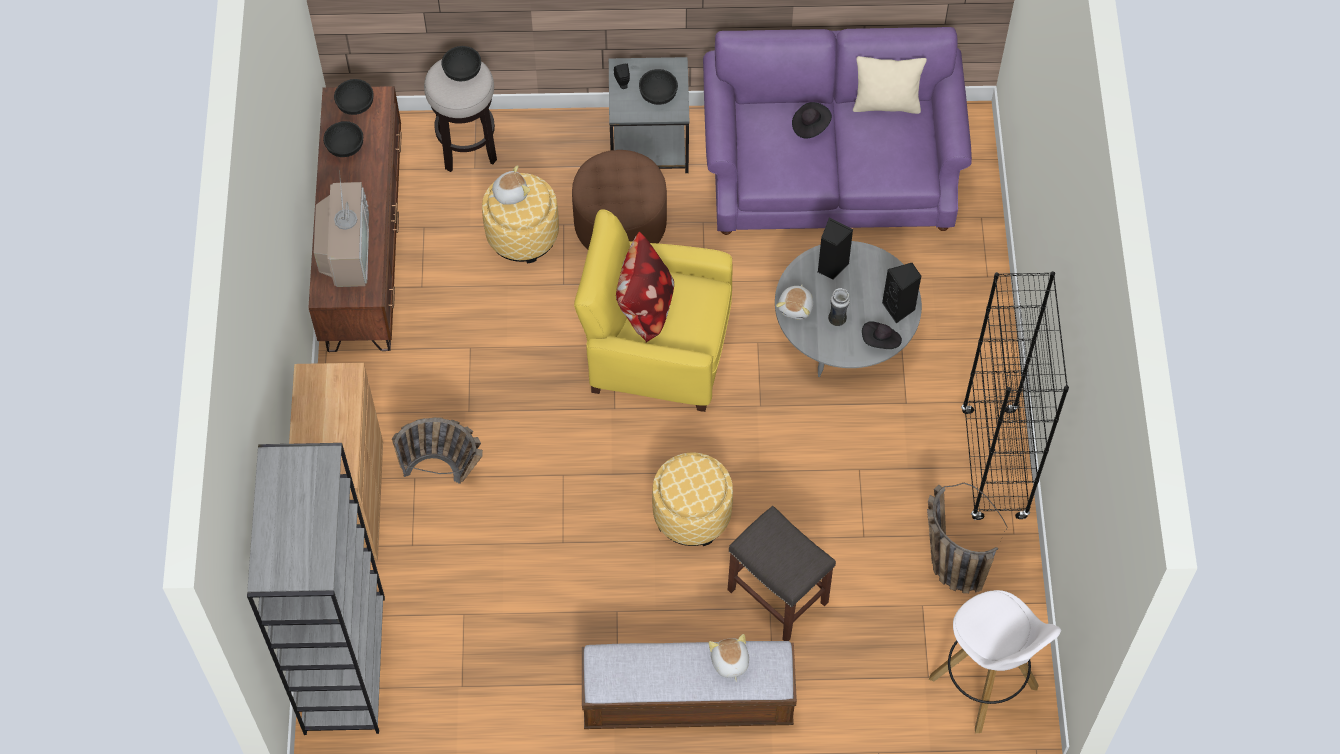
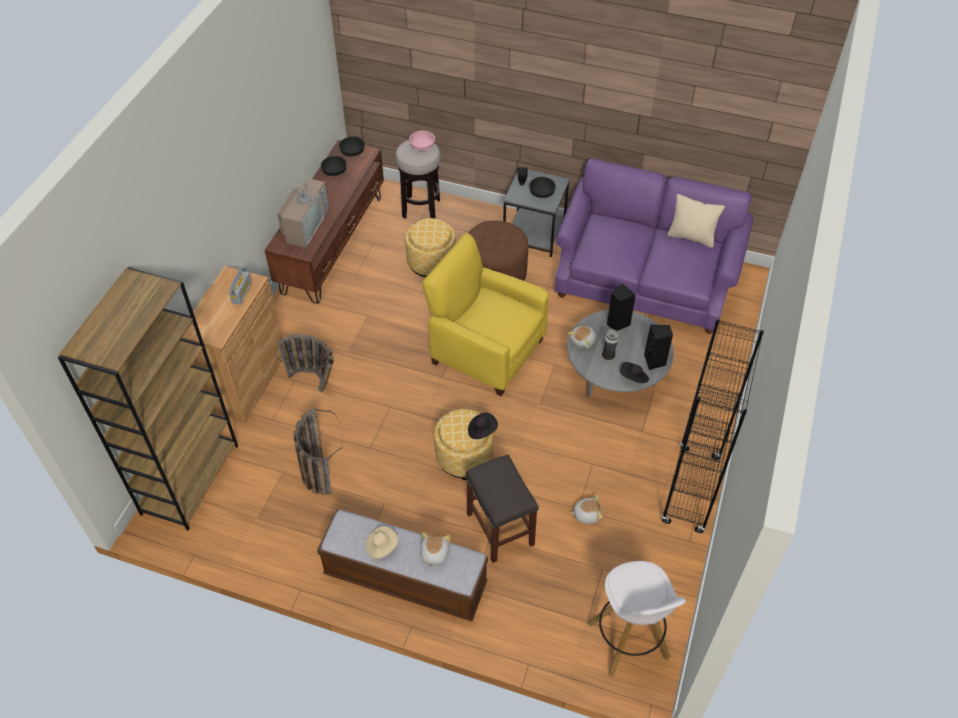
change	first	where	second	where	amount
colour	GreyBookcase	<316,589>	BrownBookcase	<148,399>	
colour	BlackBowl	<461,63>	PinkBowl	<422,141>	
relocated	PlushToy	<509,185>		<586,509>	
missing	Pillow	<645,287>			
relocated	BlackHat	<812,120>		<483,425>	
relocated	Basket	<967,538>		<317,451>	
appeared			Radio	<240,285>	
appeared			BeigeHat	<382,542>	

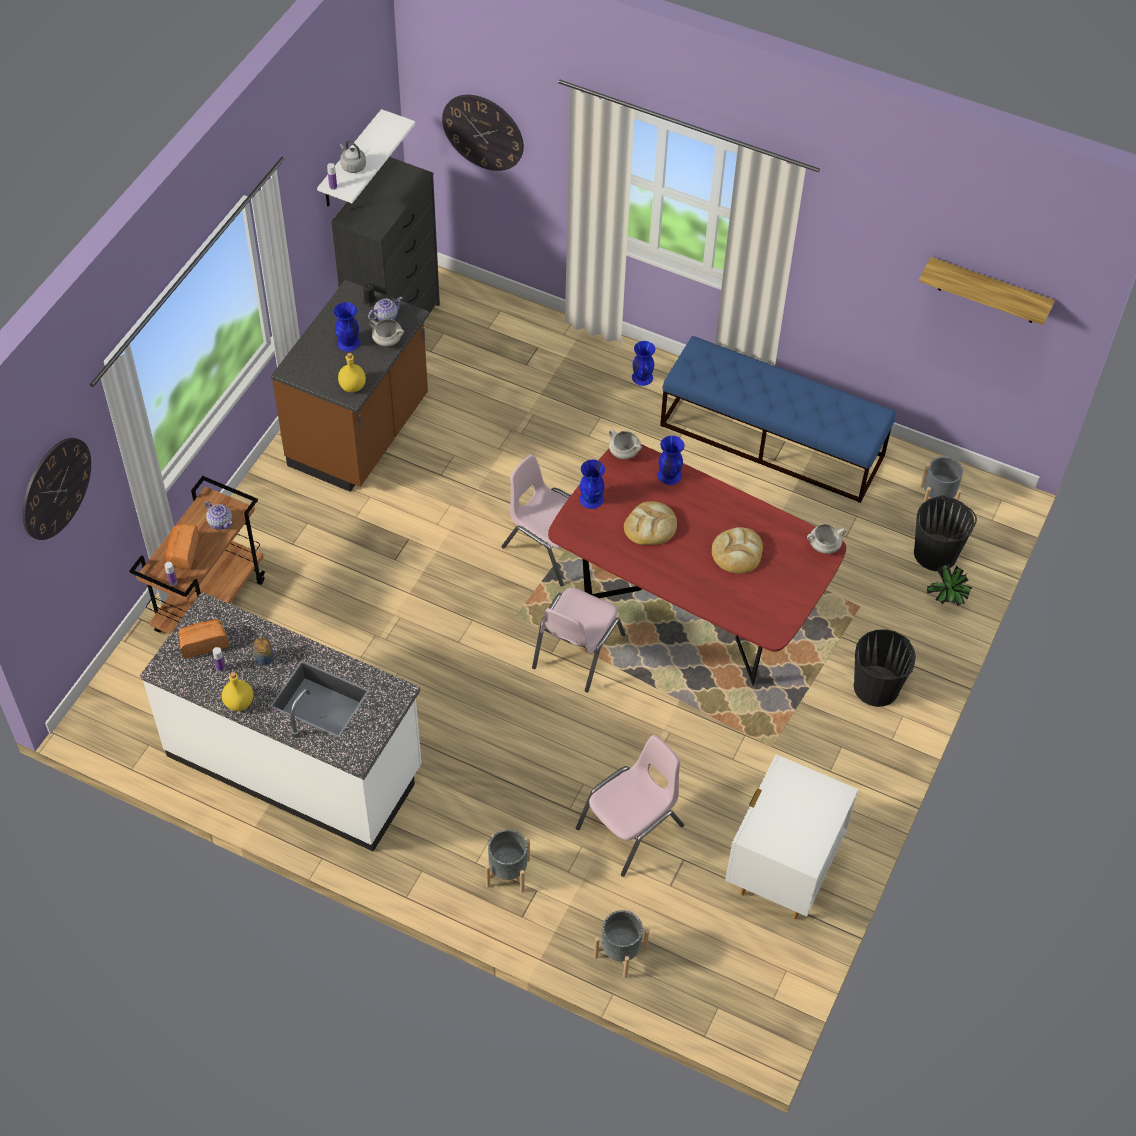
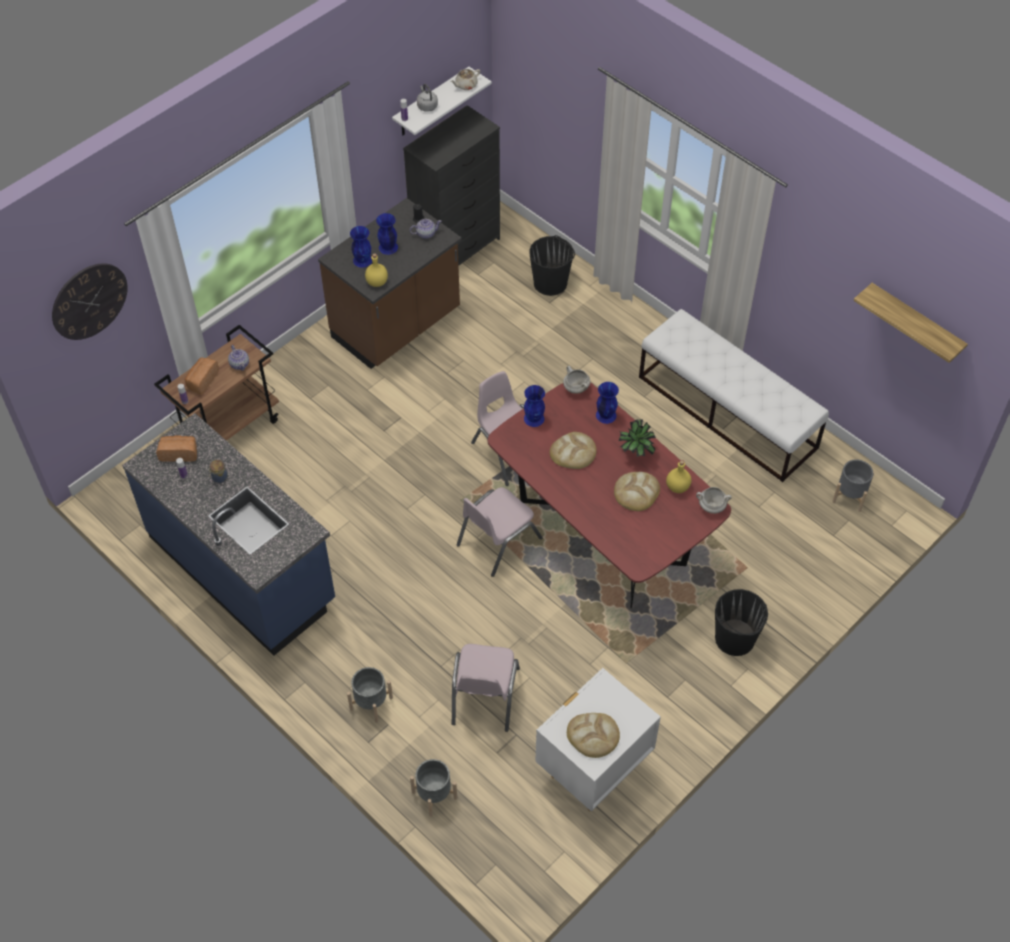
change	first	where	second	where	amount
colour	WhiteCounter	<281,721>	BlueCounter	<228,534>	
relocated	YellowBottle	<238,691>		<679,476>	
missing	WhiteCookingPot	<386,333>			
missing	WallClock	<483,133>			
spun	PinkChair	<630,806>		<486,688>	120 degrees clockwise
relocated	BlueVase	<643,363>		<361,247>	
colour	BlueBench	<777,419>	WhiteBench	<734,395>	
relocated	BlackBucket	<945,533>		<552,265>	
relocated	PottedPlant	<950,585>		<637,438>	
appeared			BeigeTeapot	<465,79>	
appeared			Bread	<593,735>	

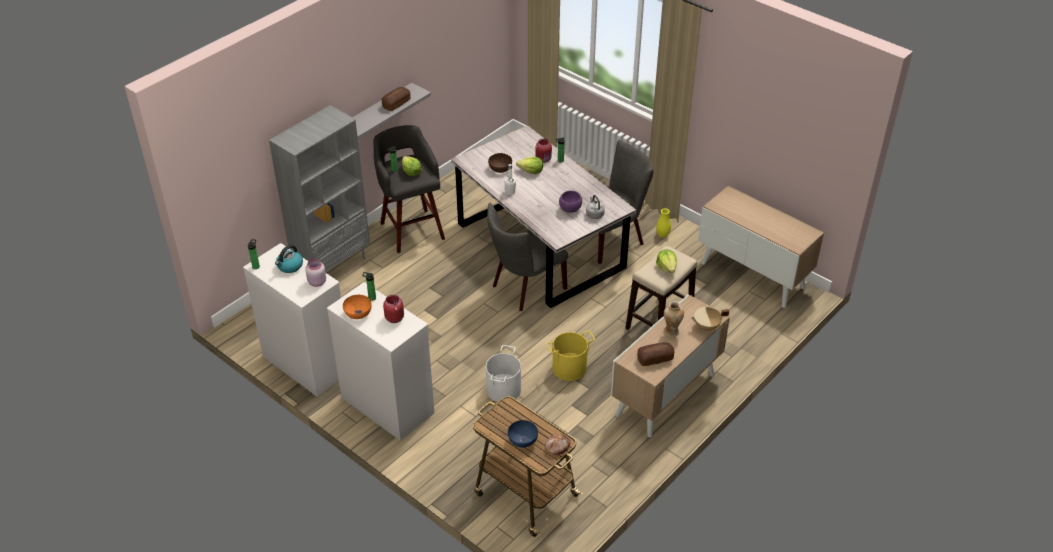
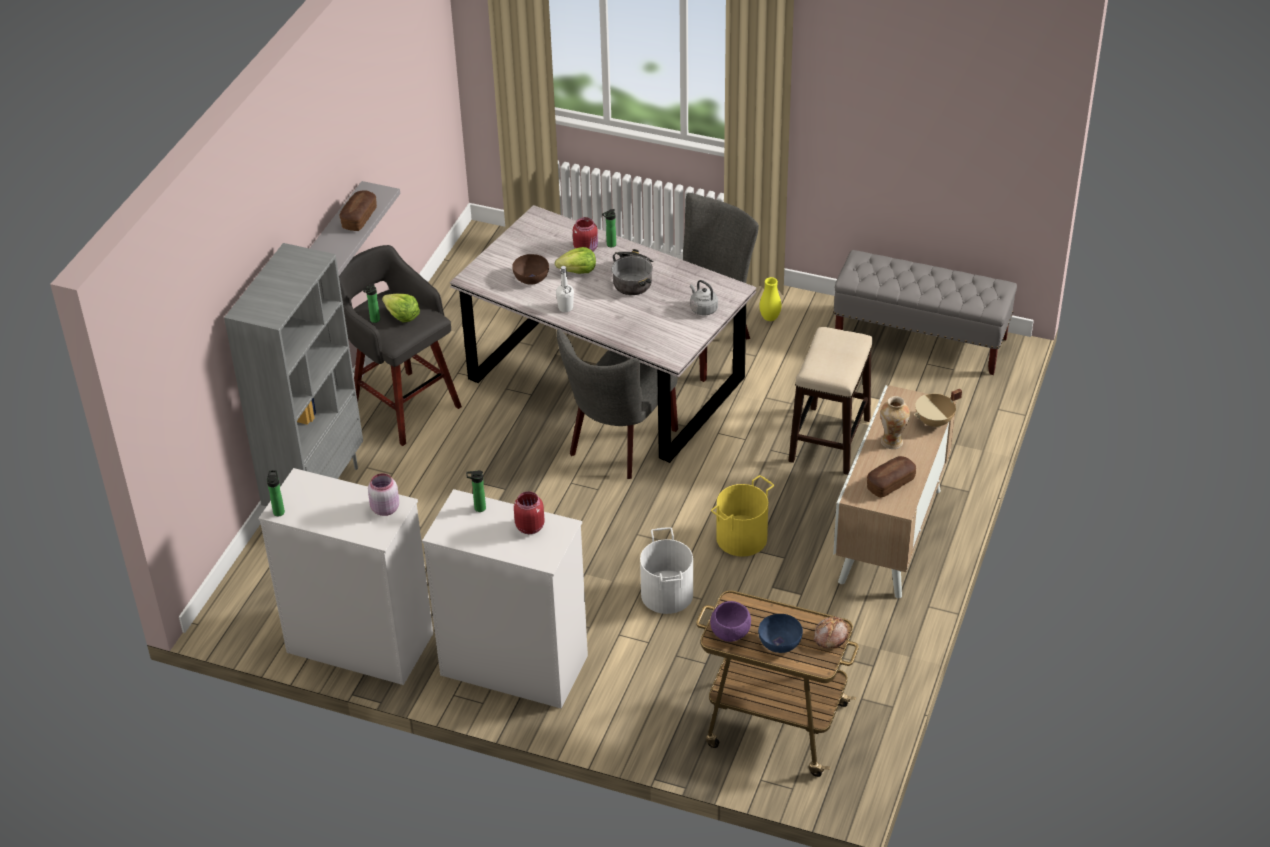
change	first	where	second	where	amount
missing	Kettle	<289,259>			
missing	OrangeBowl	<357,307>			
relocated	PurpleBowl	<570,202>		<730,621>	
missing	Lettuce	<666,261>			
exchanged	Cabinet	<761,247>	GreyBench	<925,312>	
appeared			CookingPot	<632,272>	

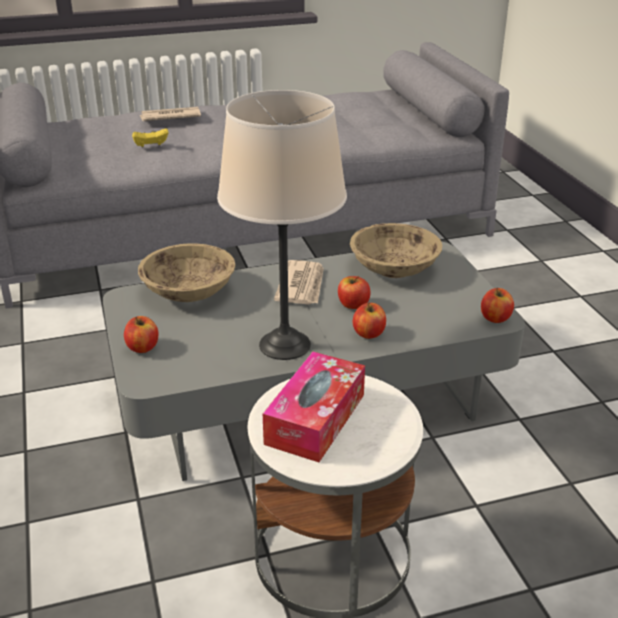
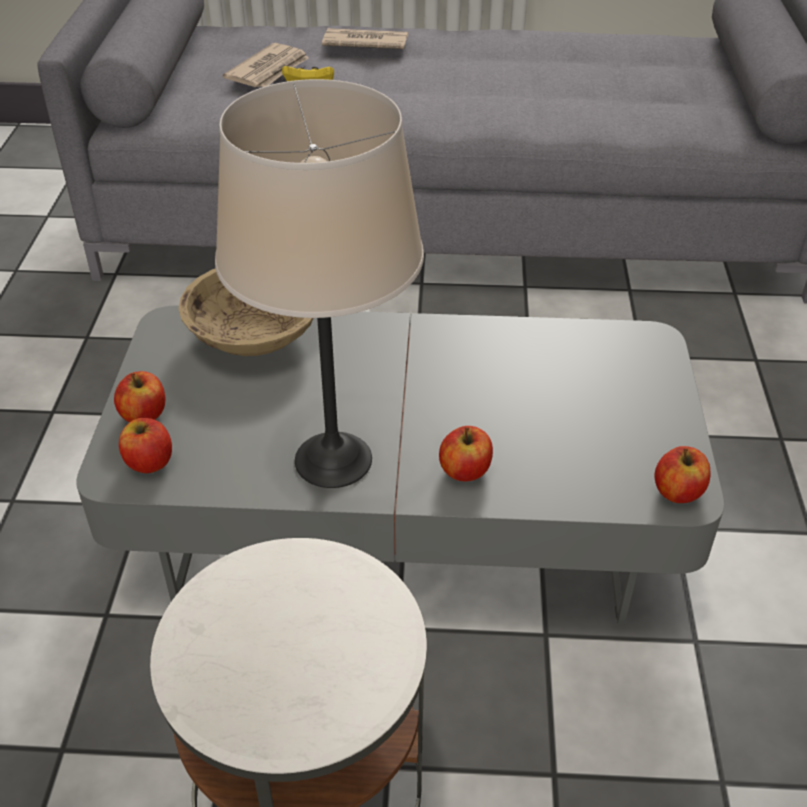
change	first	where	second	where	amount
missing	TissueBox	<314,407>			
relocated	Newspaper	<299,282>		<266,65>	
relocated	Apple	<354,292>		<145,445>	
missing	BeigeBowl	<396,250>			

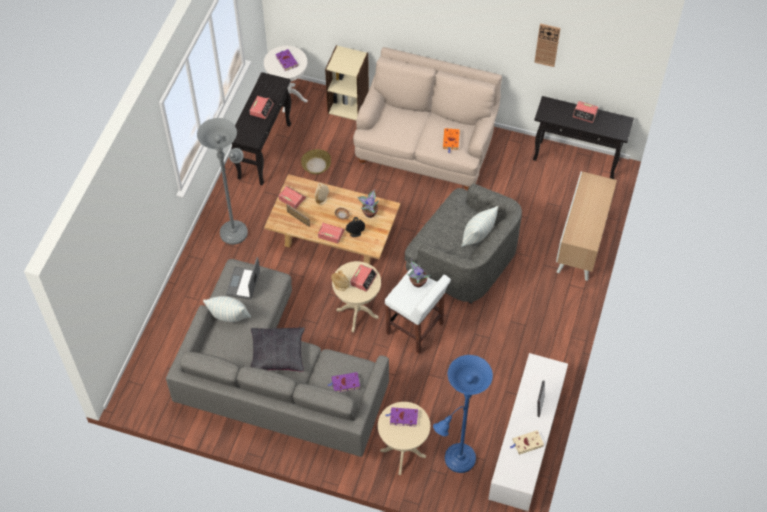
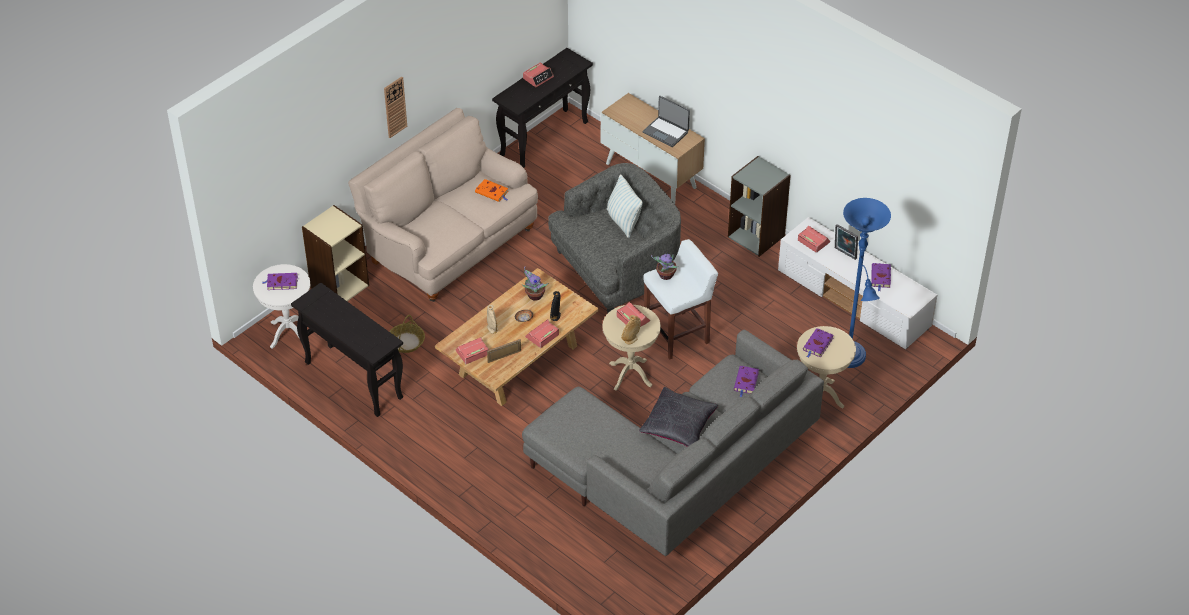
change	first	where	second	where	amount
missing	GreyFloorLamp	<222,181>			
missing	Pillow	<227,309>			
relocated	Laptop	<243,278>		<666,121>	
relocated	AlarmClock	<261,107>		<814,239>	
colour	BeigeBook	<527,442>	PurpleBook	<881,277>	
relocated	WallClock	<547,45>		<395,107>	
appeared			GreyBookcase	<759,206>	

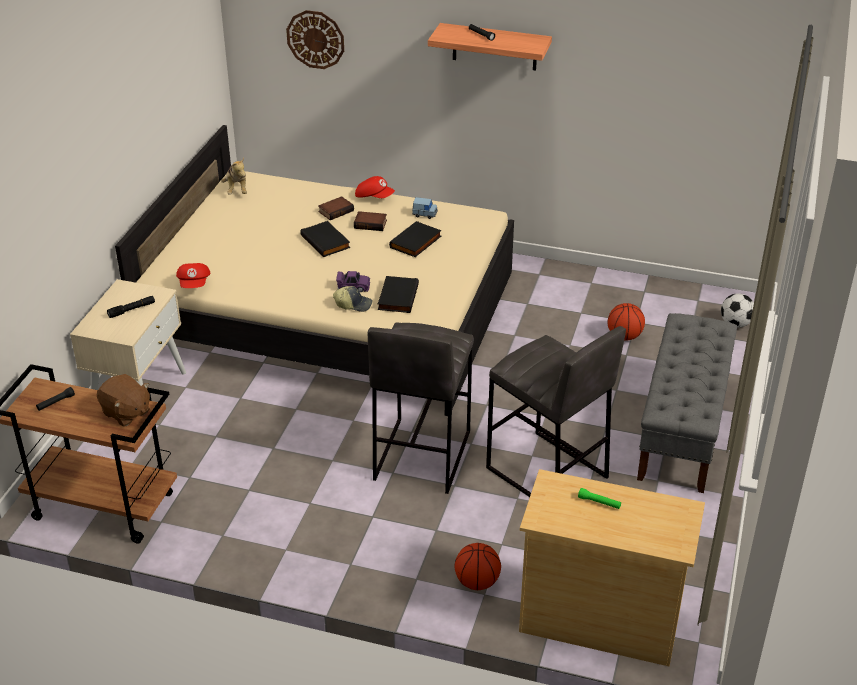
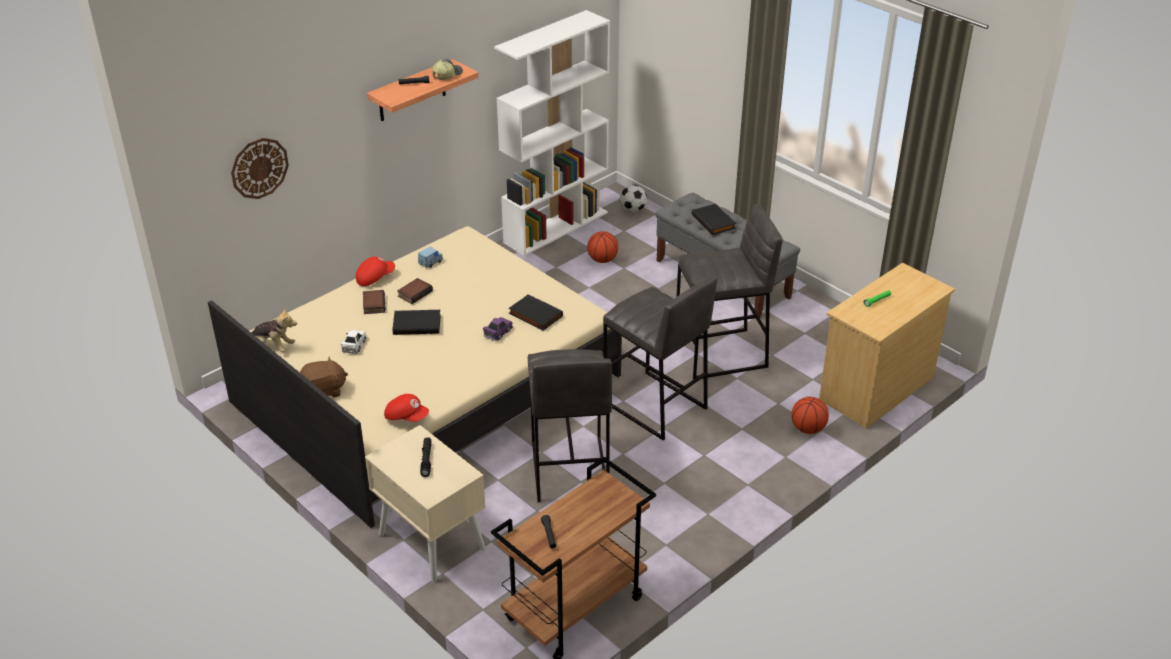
change	first	where	second	where	amount
relocated	BrownPlushToy	<123,400>		<324,376>	
relocated	Cap	<352,299>		<447,69>	
relocated	BlackBook	<415,239>		<714,219>	
appeared			WhiteToyCar	<354,342>	
appeared			WhiteBookcase	<552,133>	
appeared			GreyStool	<570,425>	

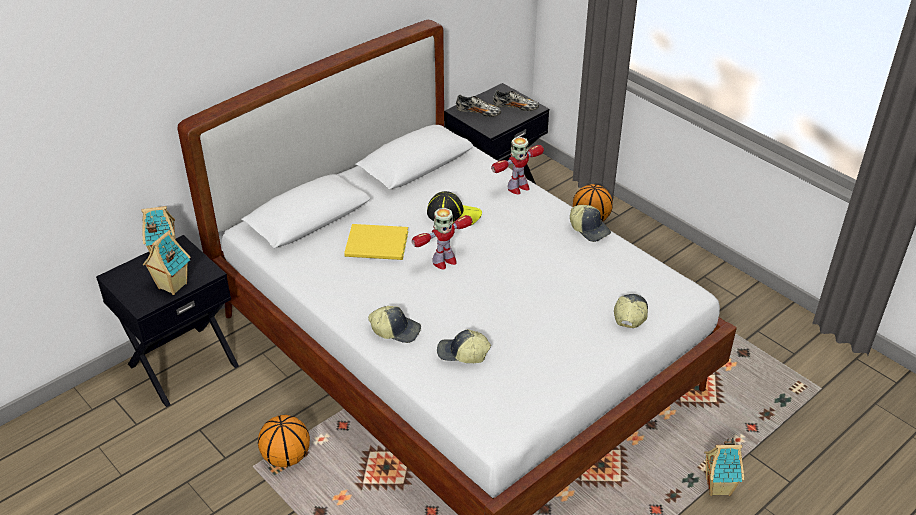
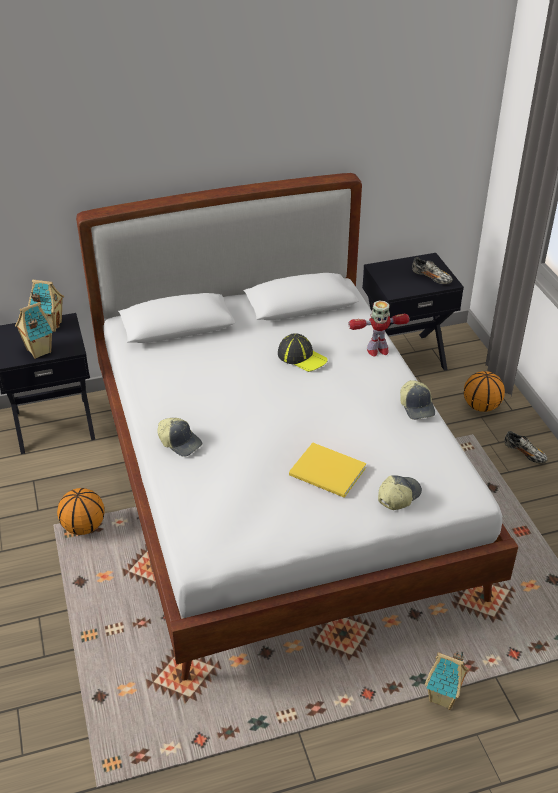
change	first	where	second	where	amount
relocated	YellowBook	<376,242>		<327,470>	
missing	ToyRobot	<442,238>			
missing	Cap	<464,346>			
relocated	Shoe	<478,106>		<526,447>	

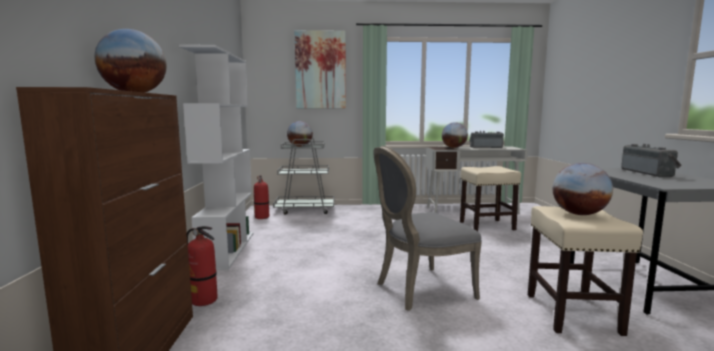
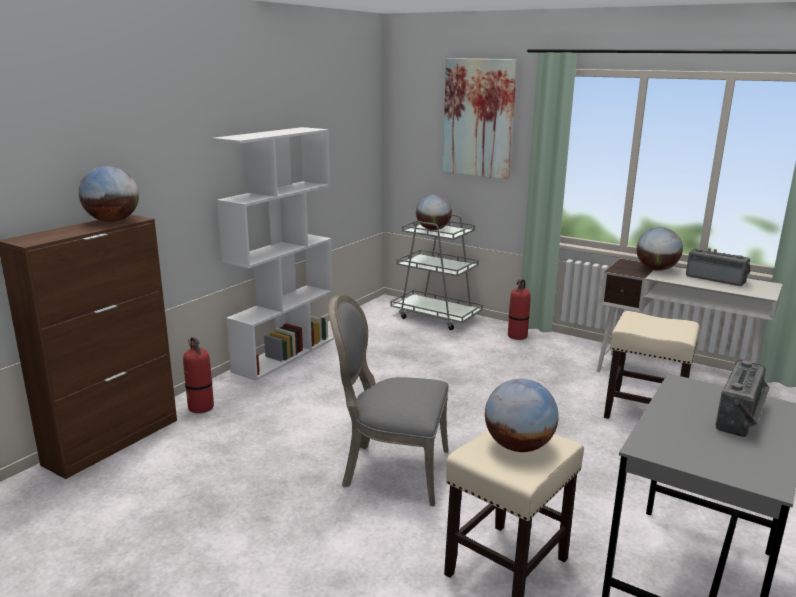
change	first	where	second	where	amount
relocated	FireExtinguisher	<261,197>		<519,309>	

